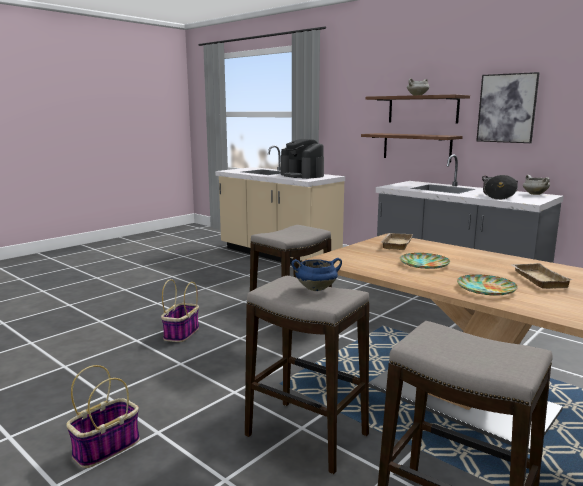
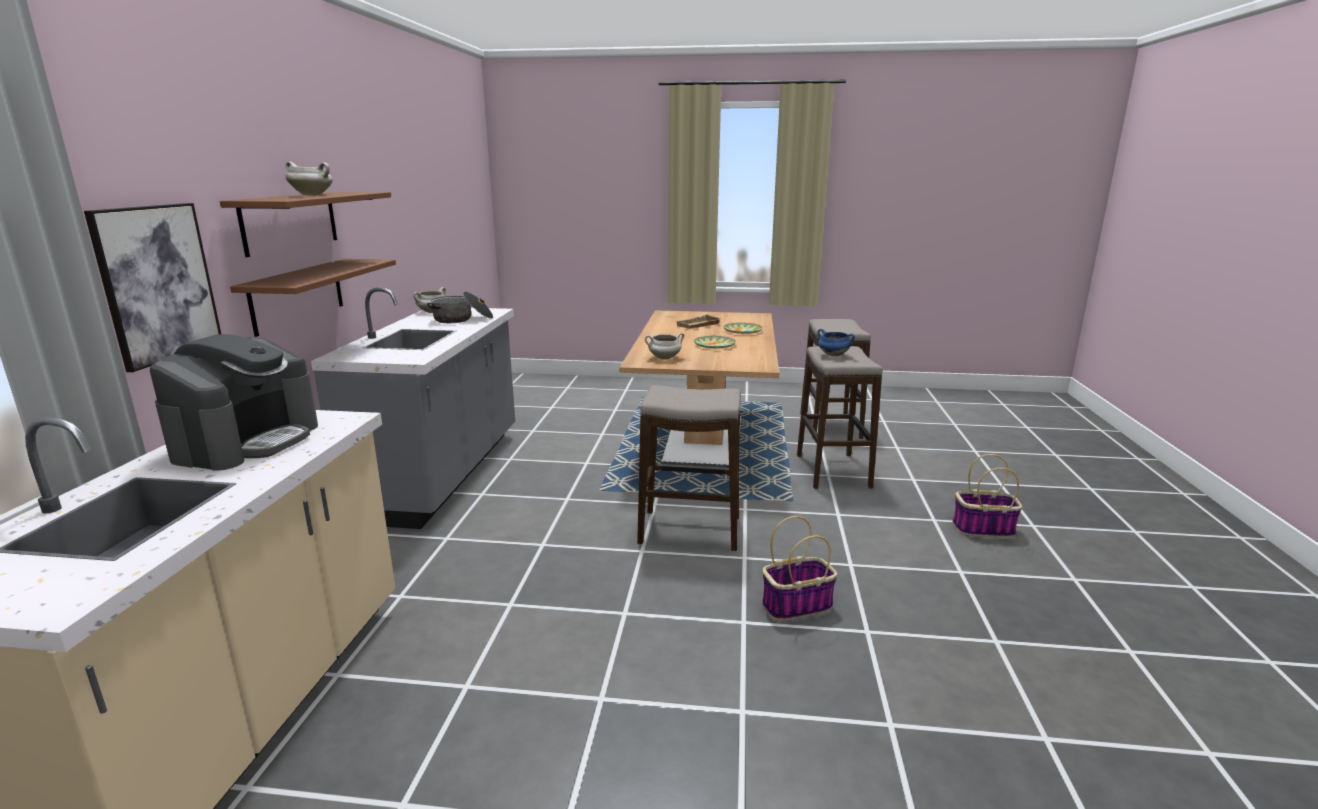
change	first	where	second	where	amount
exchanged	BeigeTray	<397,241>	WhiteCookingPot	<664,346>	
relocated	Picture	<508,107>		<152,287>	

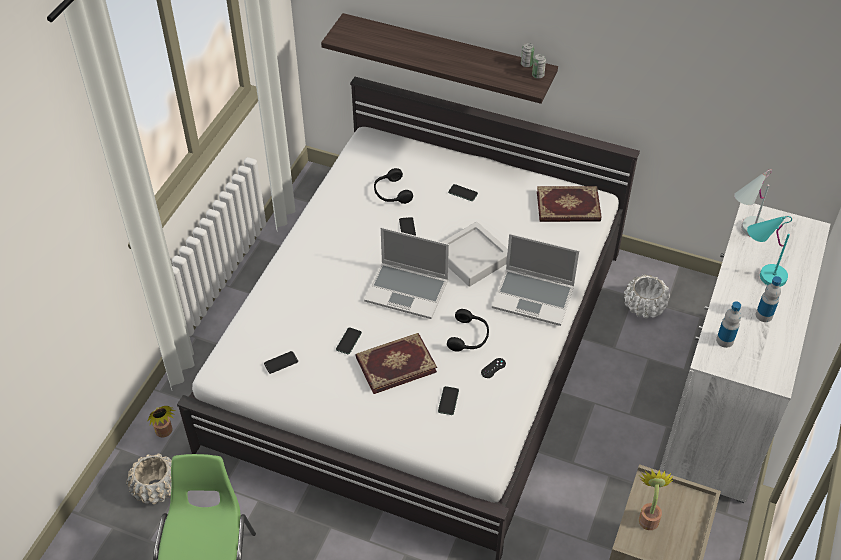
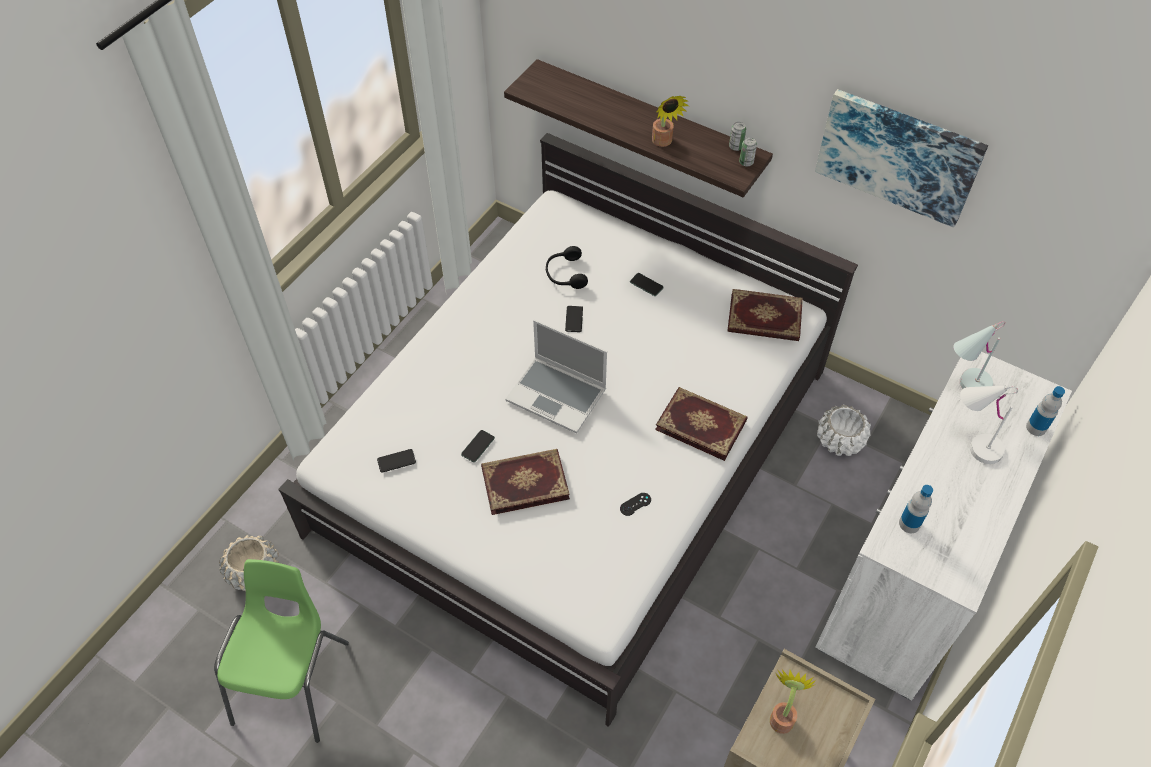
change	first	where	second	where	amount
relocated	PottedPlant	<161,421>		<670,121>	
missing	Phone	<448,400>			
missing	GreyTray	<475,254>			
missing	BlackHeadphones	<468,330>			
exchanged	Laptop	<535,280>	Book	<701,424>	
colour	TurquoiseTableLamp	<769,251>	WhiteTableLamp	<989,424>	
relocated	Bottle	<769,299>		<1045,411>	
appeared			Picture	<901,158>	

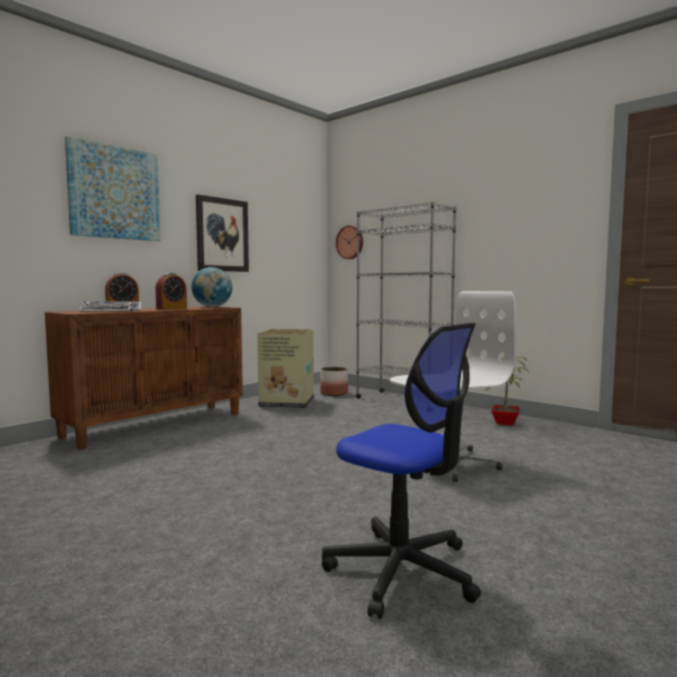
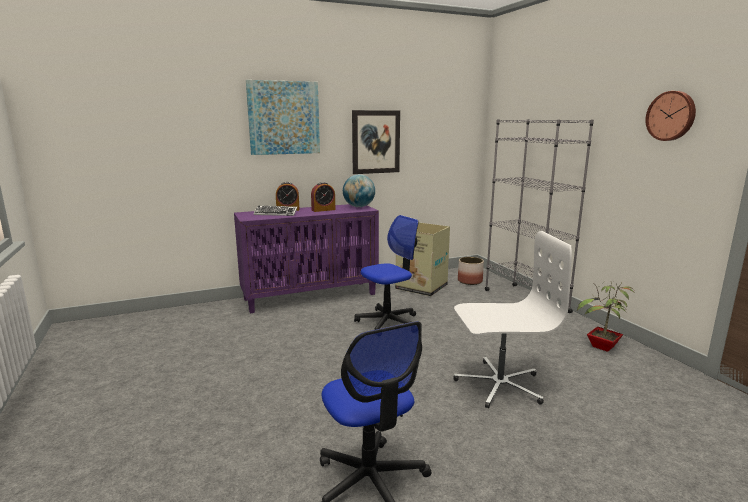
change	first	where	second	where	amount
colour	BrownCabinet	<144,378>	PurpleCabinet	<306,258>	
relocated	WallClock	<349,242>		<671,116>	
appeared			OfficeChair	<386,272>	

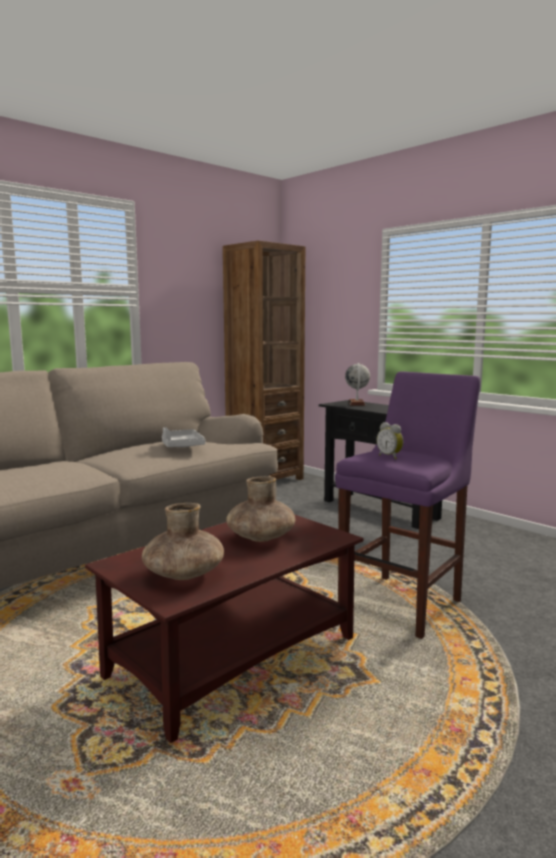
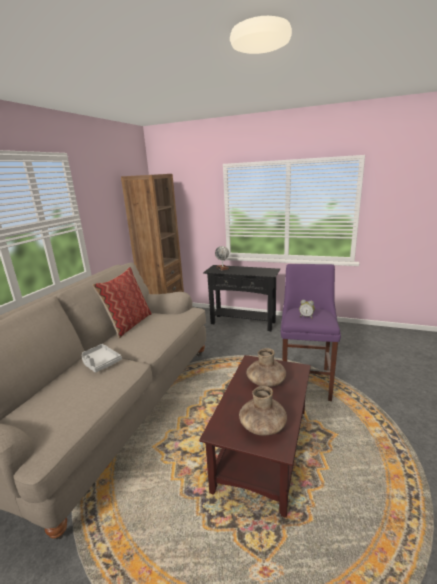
change	first	where	second	where	amount
relocated	GreyTray	<183,437>		<102,358>	
appeared			Pillow	<122,302>	

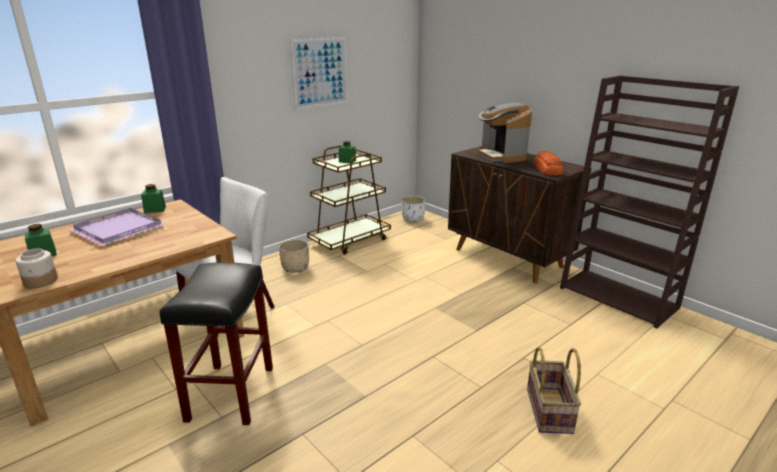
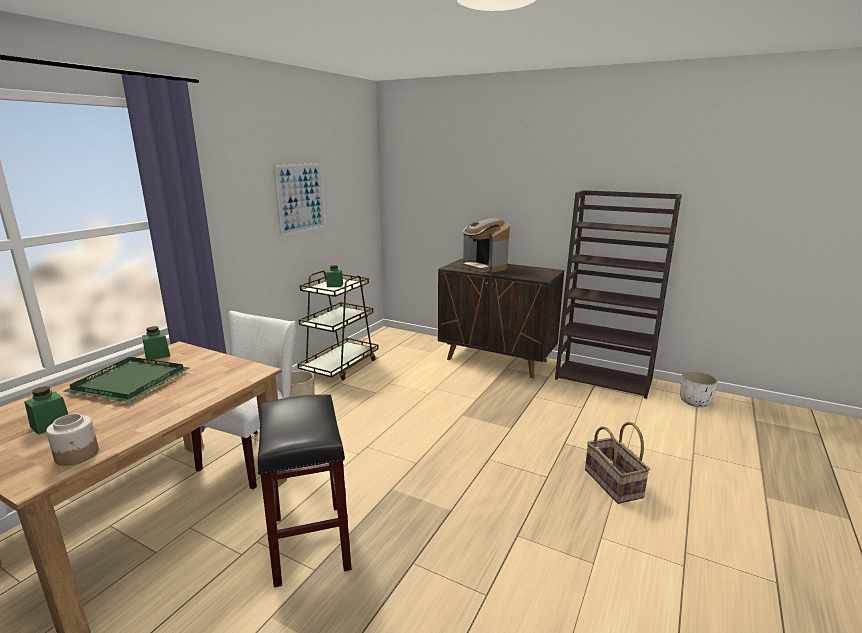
change	first	where	second	where	amount
colour	PurpleTray	<117,227>	GreenTray	<126,380>	
relocated	WhitePlanter	<413,209>		<699,389>	
missing	Bread	<548,163>			

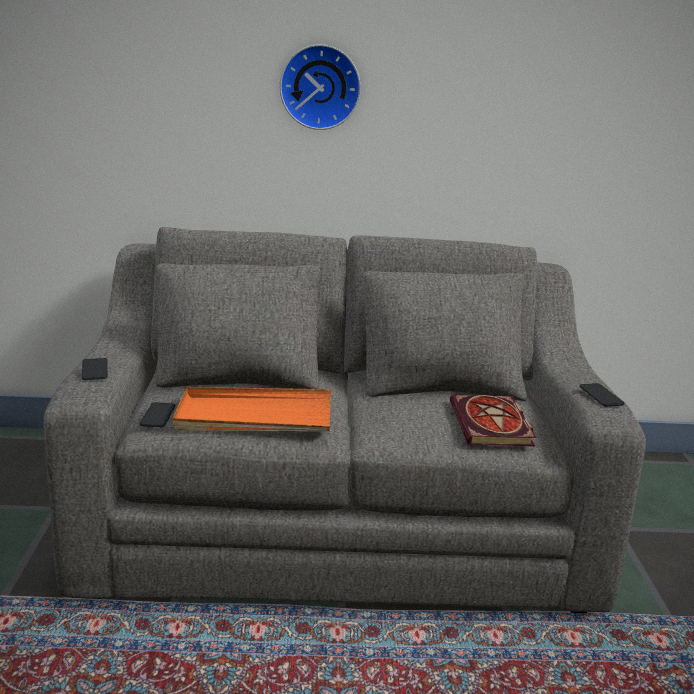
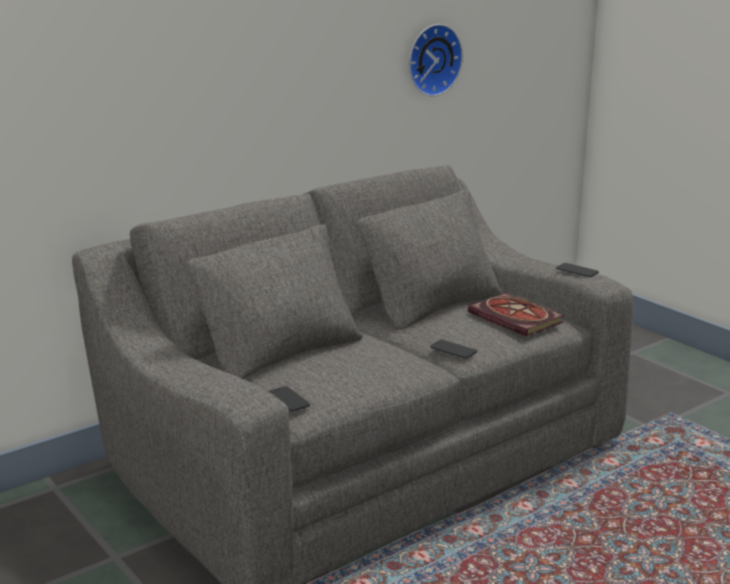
change	first	where	second	where	amount
relocated	Phone	<95,369>		<453,349>	
missing	OrangeTray	<252,409>			
relocated	WallClock	<320,87>		<436,60>	

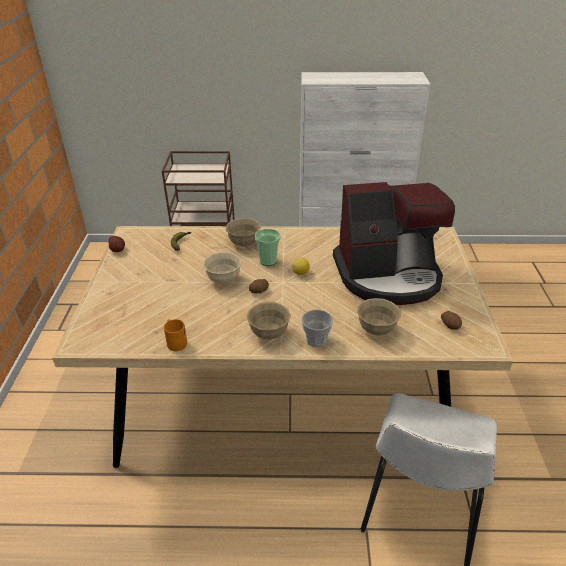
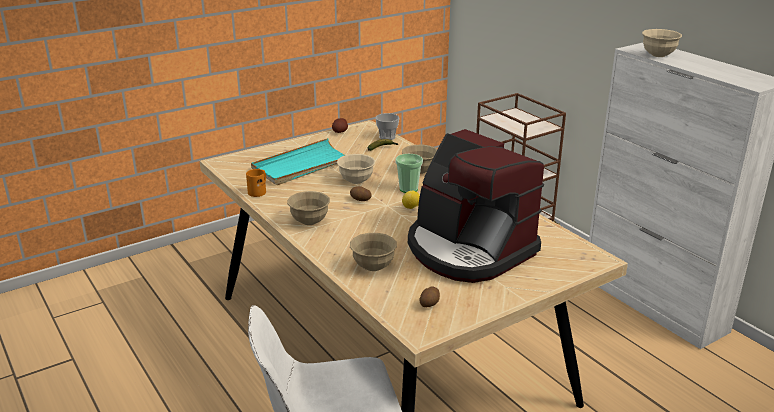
change	first	where	second	where	amount
relocated	Cup	<317,328>		<387,126>	
appeared			TurquoiseTray	<298,161>	
appeared			BeigeBowl	<662,43>	

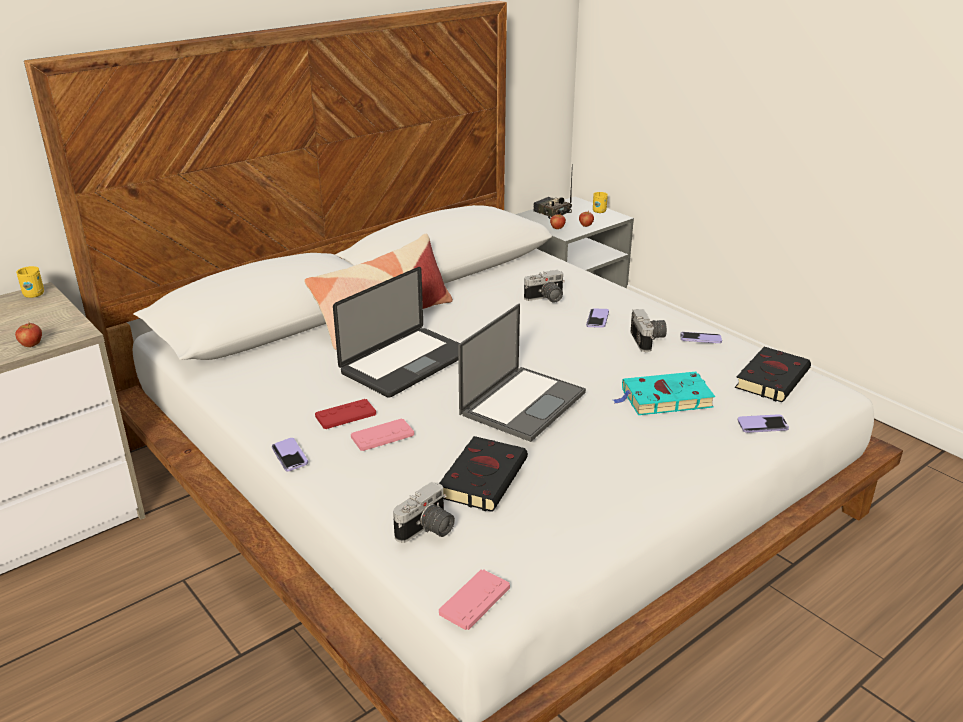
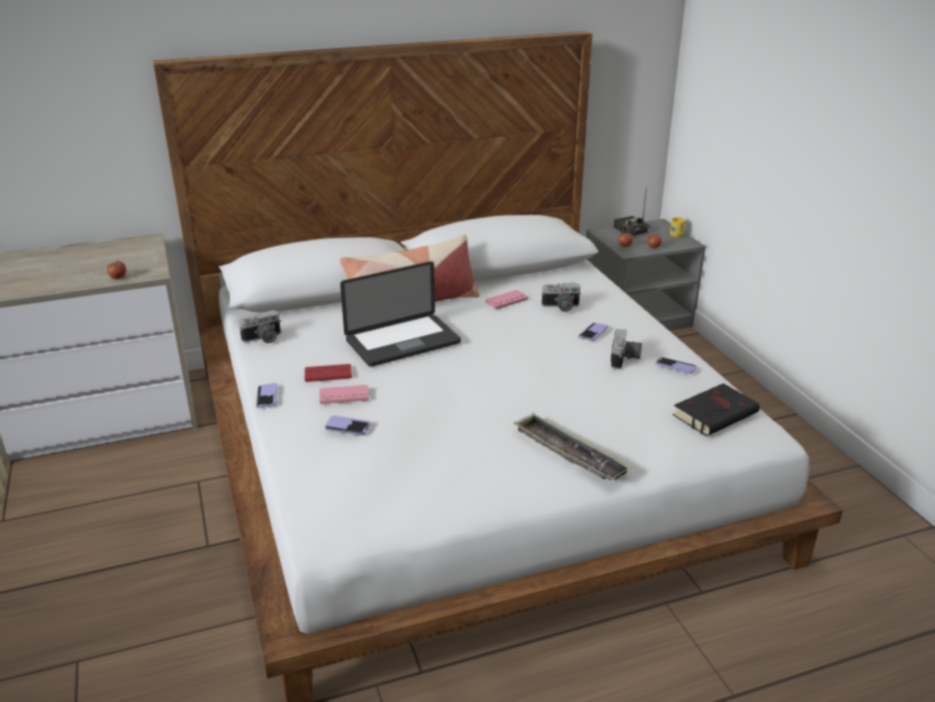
change	first	where	second	where	amount
missing	YellowMug	<30,282>			
relocated	PhotoCamera	<424,512>		<260,326>	
missing	BlackBook	<483,474>			
relocated	PinkGameController	<474,599>		<506,299>	
missing	Laptop	<522,373>			
missing	TurquoiseBook	<664,393>			
relocated	Phone	<763,423>		<347,425>	
appeared			Tray	<572,446>	

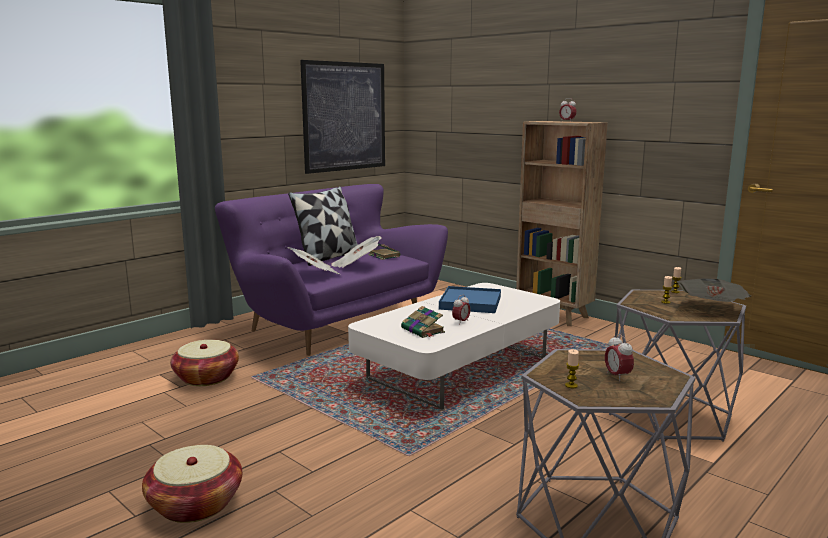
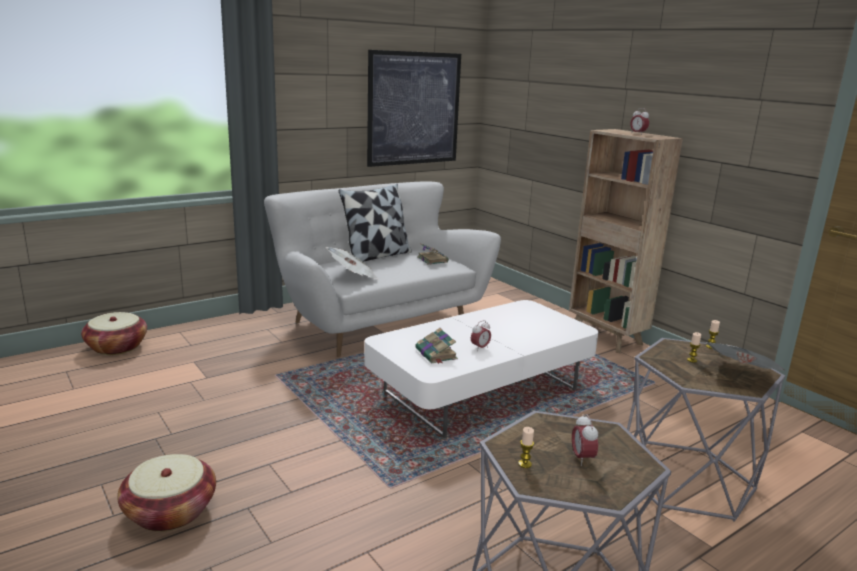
change	first	where	second	where	amount
relocated	Basket	<204,363>		<114,333>	
colour	PurpleSofa	<331,270>	WhiteSofa	<382,269>	
missing	Newspaper	<356,252>			
missing	BlueTray	<470,299>			

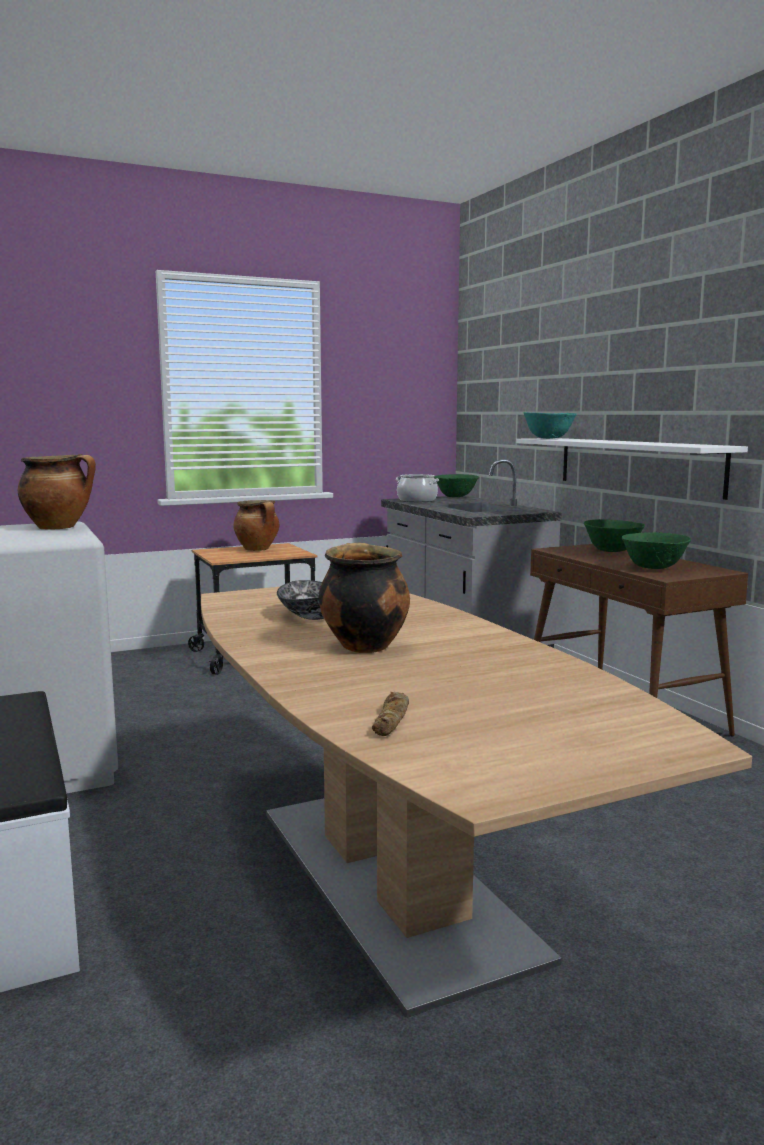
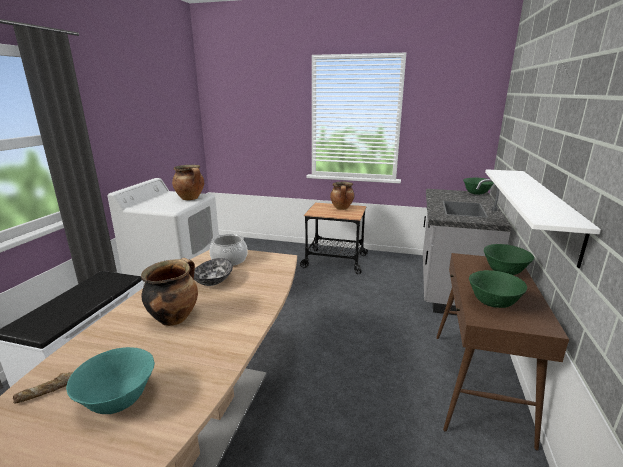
change	first	where	second	where	amount
relocated	CookingPot	<417,488>		<229,250>	
relocated	TurquoiseBowl	<550,425>		<110,380>	

